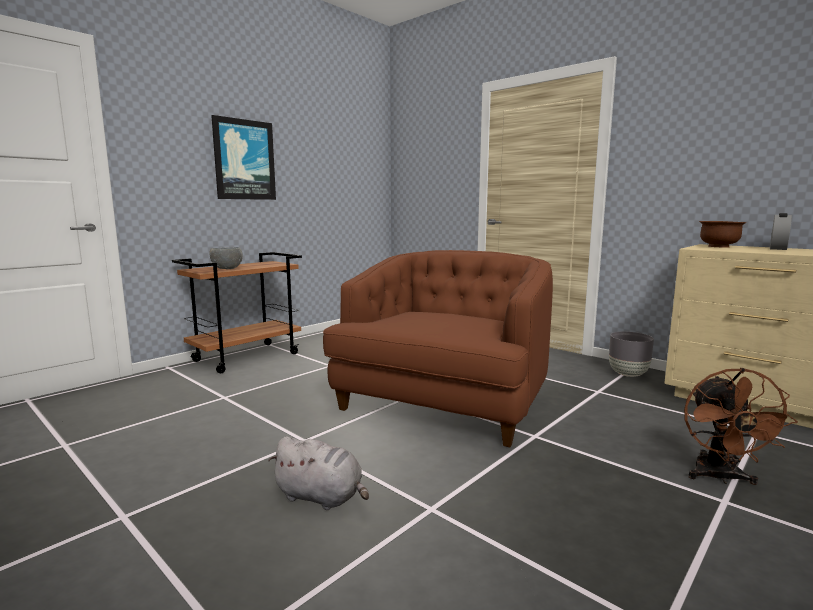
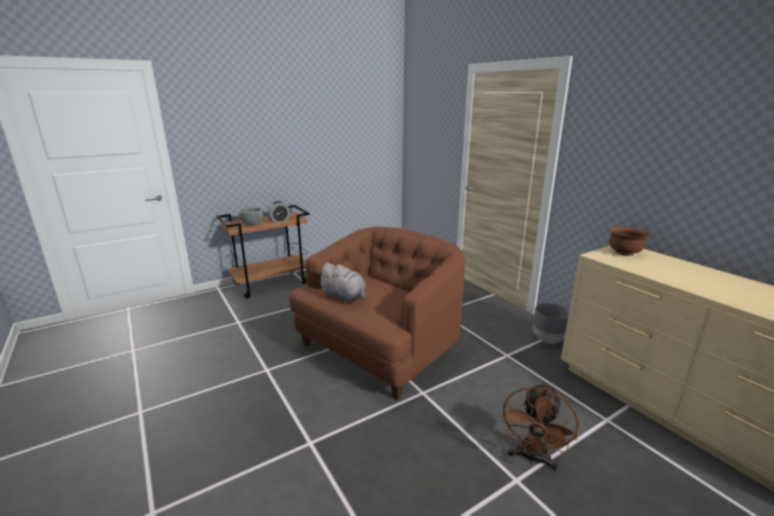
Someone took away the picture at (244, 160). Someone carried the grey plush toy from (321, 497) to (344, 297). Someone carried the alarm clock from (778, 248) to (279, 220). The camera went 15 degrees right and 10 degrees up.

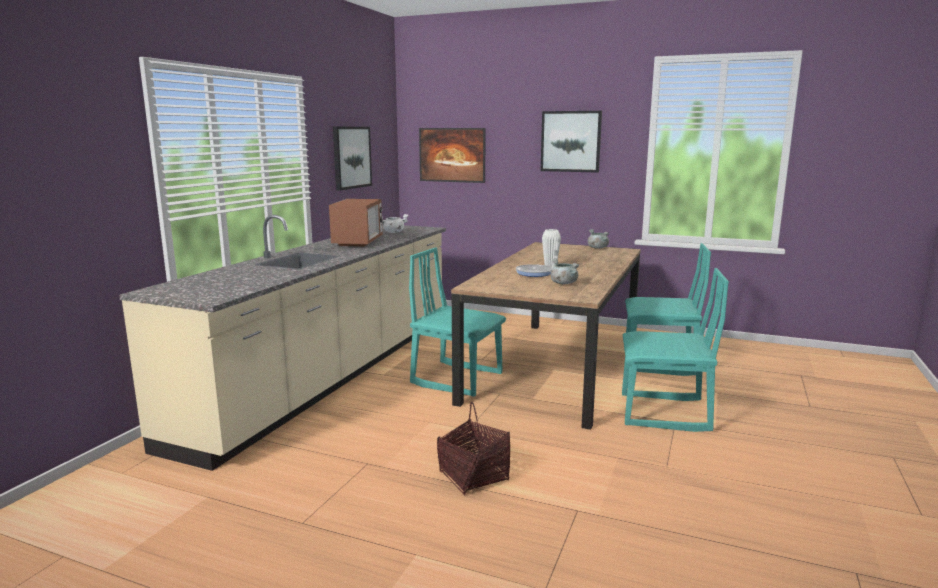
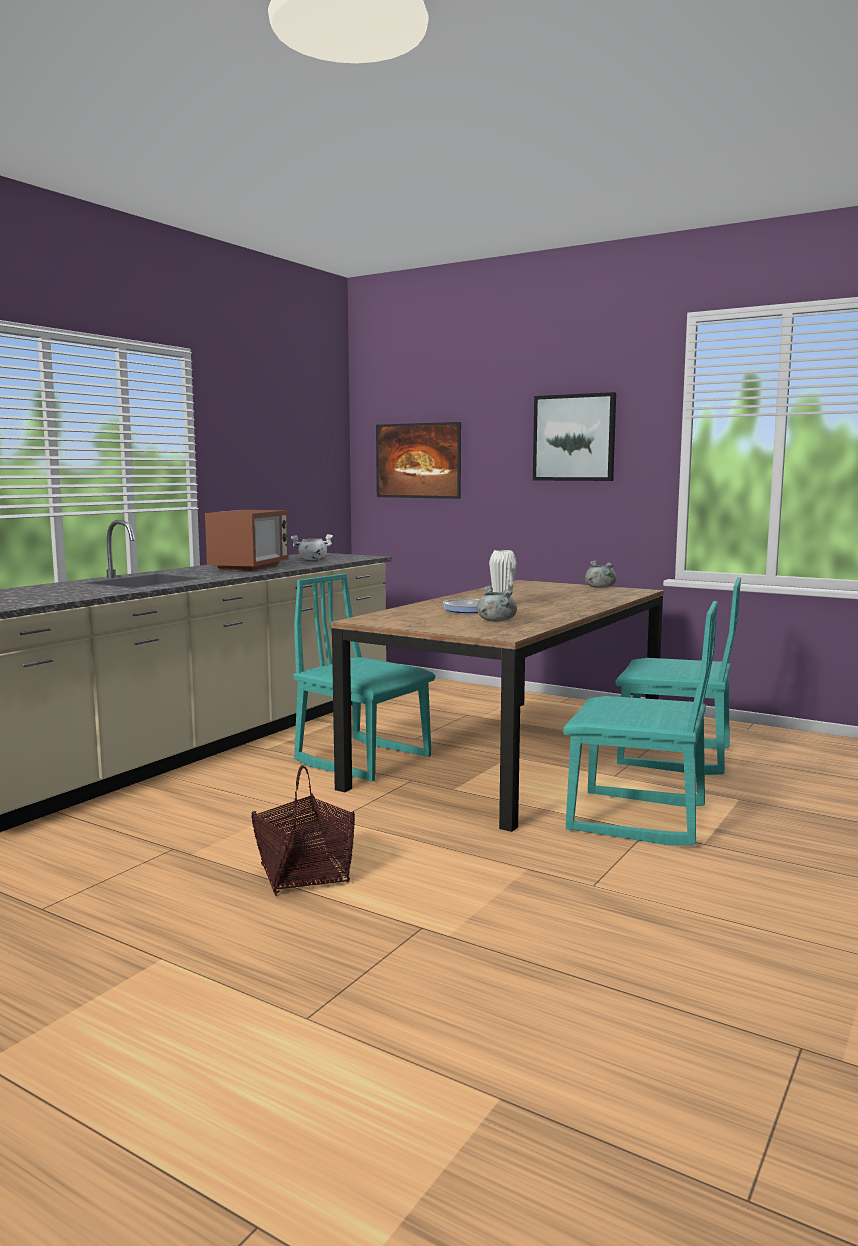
Someone took away the picture at (351, 157). The camera went 10 degrees right and 5 degrees down.

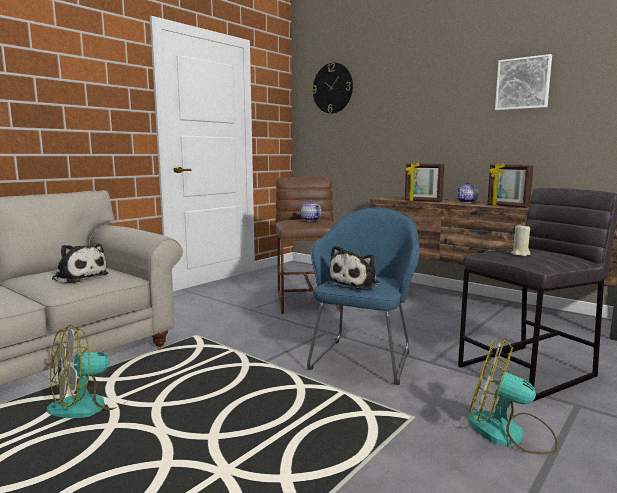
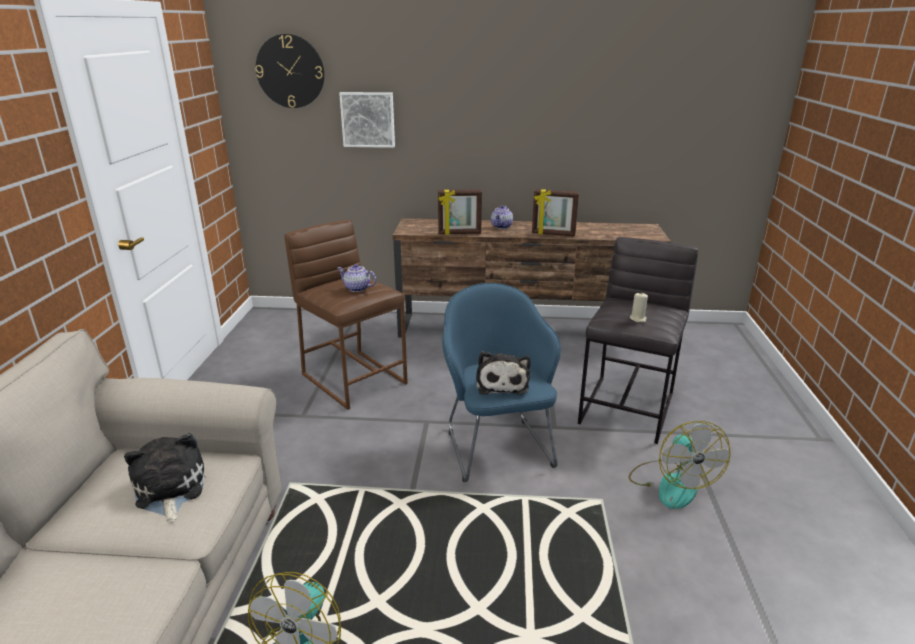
Someone rotated the plush toy at (79, 277) by 105 degrees counterclockwise. Someone rotated the fan at (509, 433) by 90 degrees counterclockwise. Someone carried the picture from (523, 83) to (368, 119). The camera went 35 degrees left and 15 degrees up.

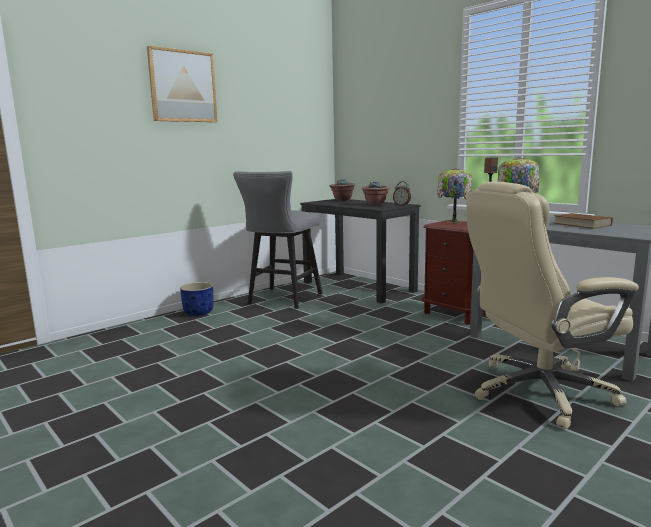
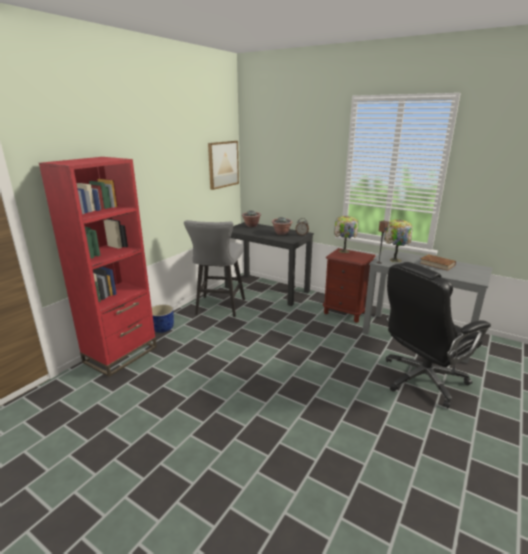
Someone carried the picture from (182, 86) to (223, 164). Someone repainted the beige office chair at (538, 392), which became the black office chair at (422, 379). Someone put down the red bookcase at (121, 355). The camera went 15 degrees left and 10 degrees up.

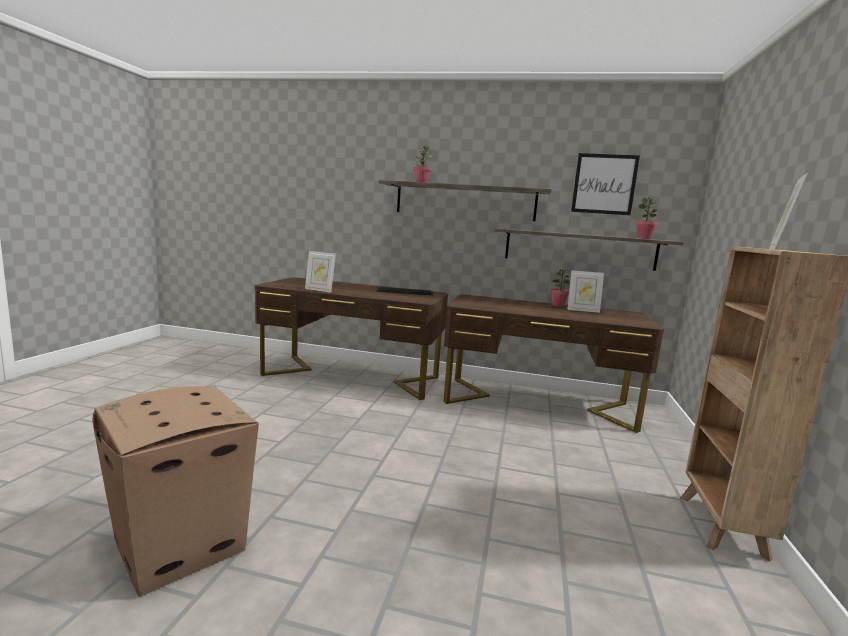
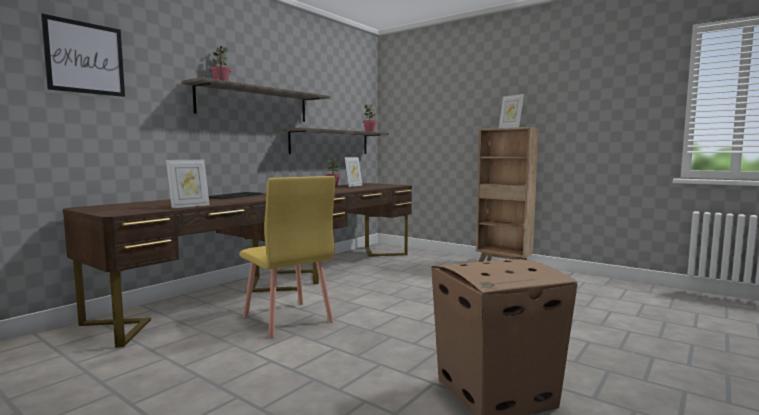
Someone carried the picture from (604, 184) to (85, 58). Someone put down the yellow chair at (287, 319). The camera went 65 degrees left and 5 degrees down.

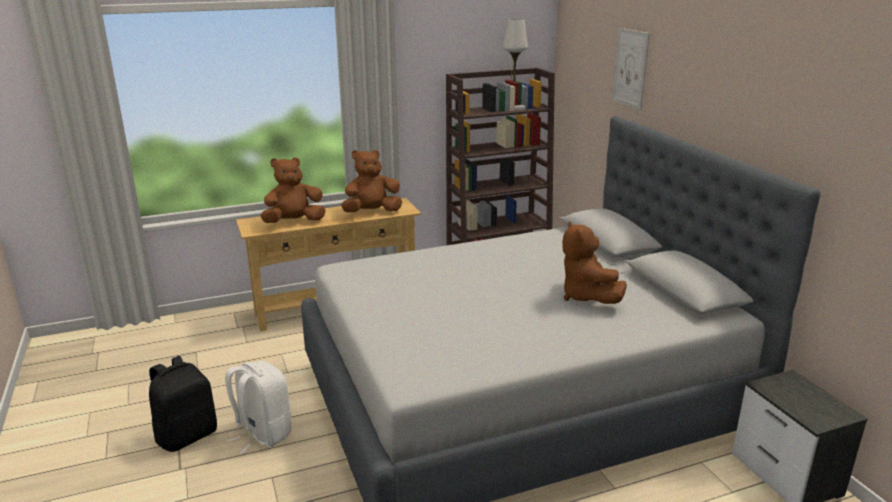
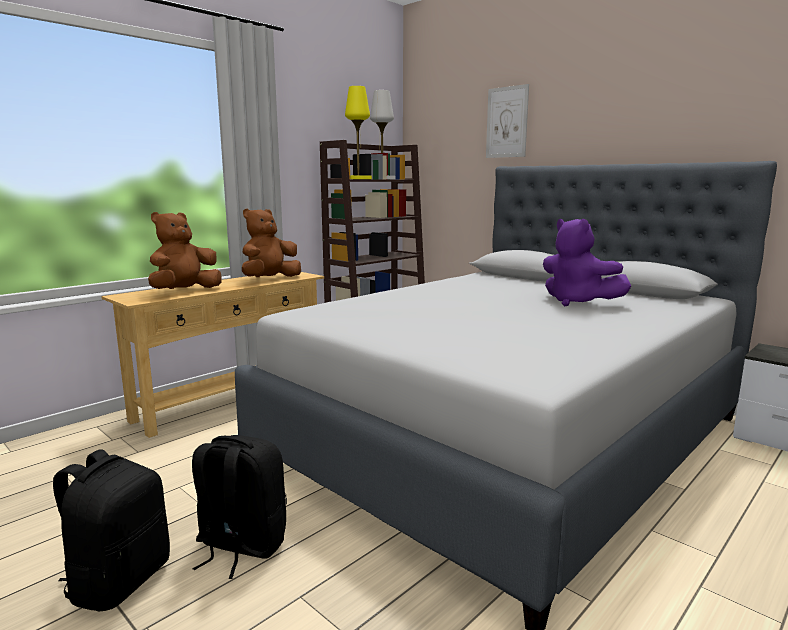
Someone repainted the white backpack at (262, 434), which became the black backpack at (240, 546). Someone repainted the brown plush toy at (586, 297), which became the purple plush toy at (577, 302). Someone put down the yellow table lamp at (358, 179). The camera went 25 degrees left and 10 degrees down.

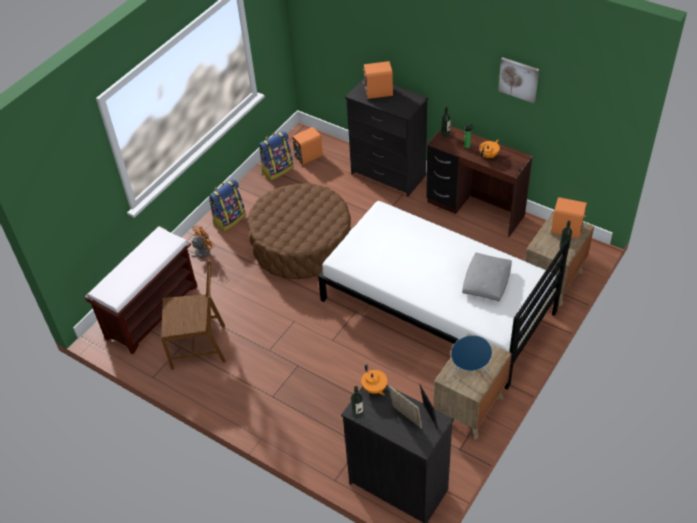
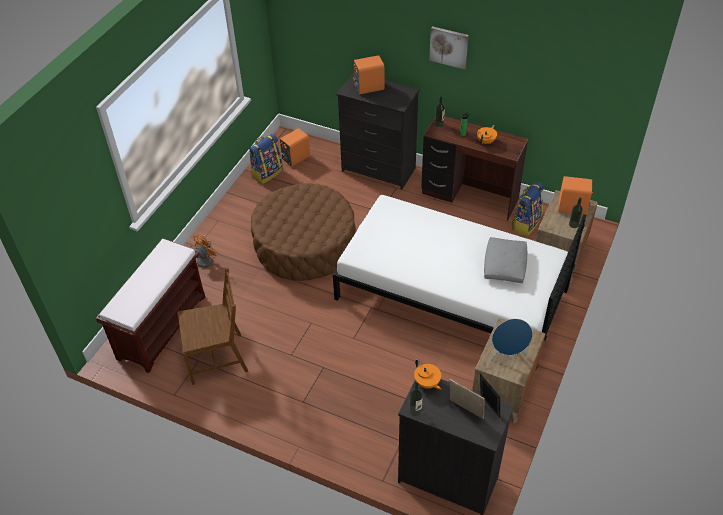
Someone carried the backpack from (229, 219) to (525, 223). Someone carried the picture from (519, 79) to (449, 47). The camera went 10 degrees left and 0 degrees up.

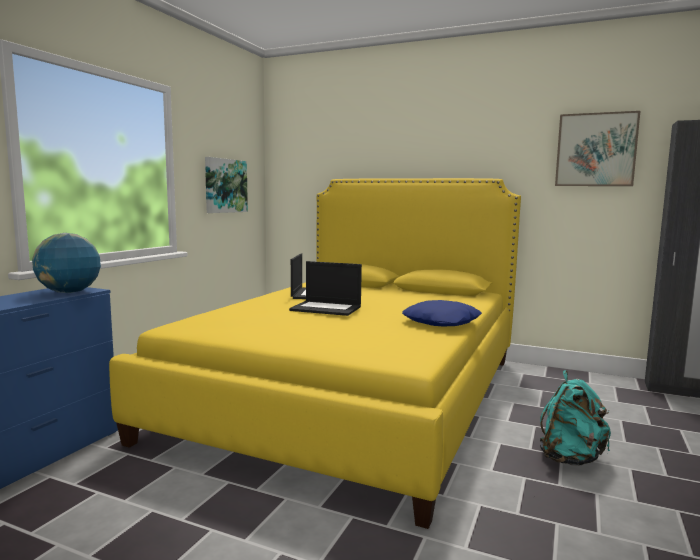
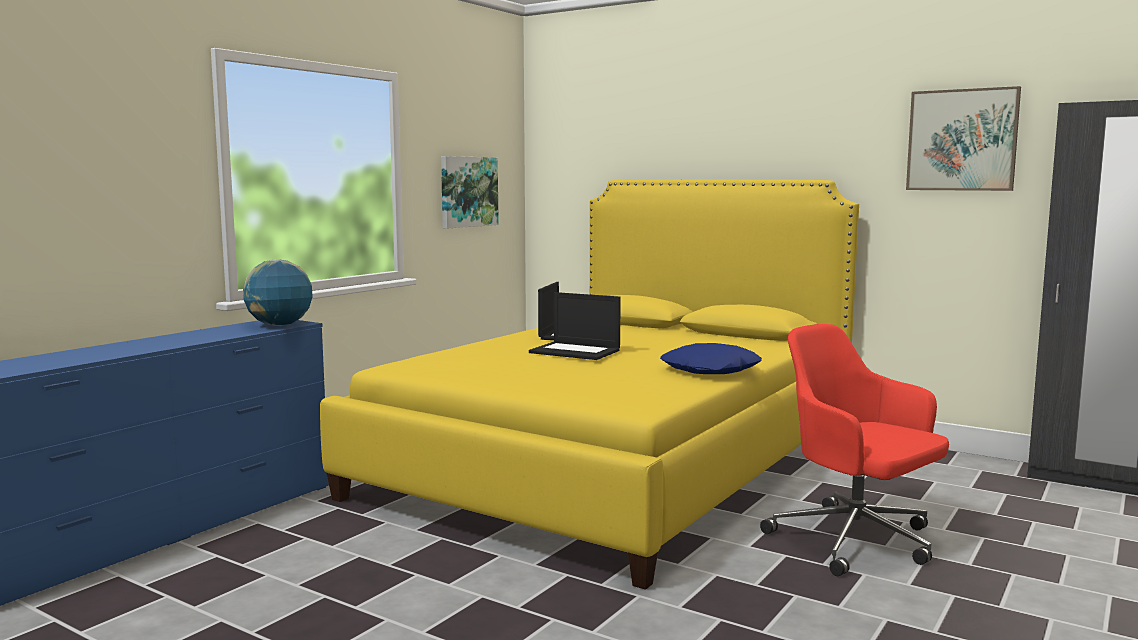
Someone swapped the turquoise backpack at (570, 458) for the red office chair at (856, 541). The camera went 10 degrees right and 0 degrees up.

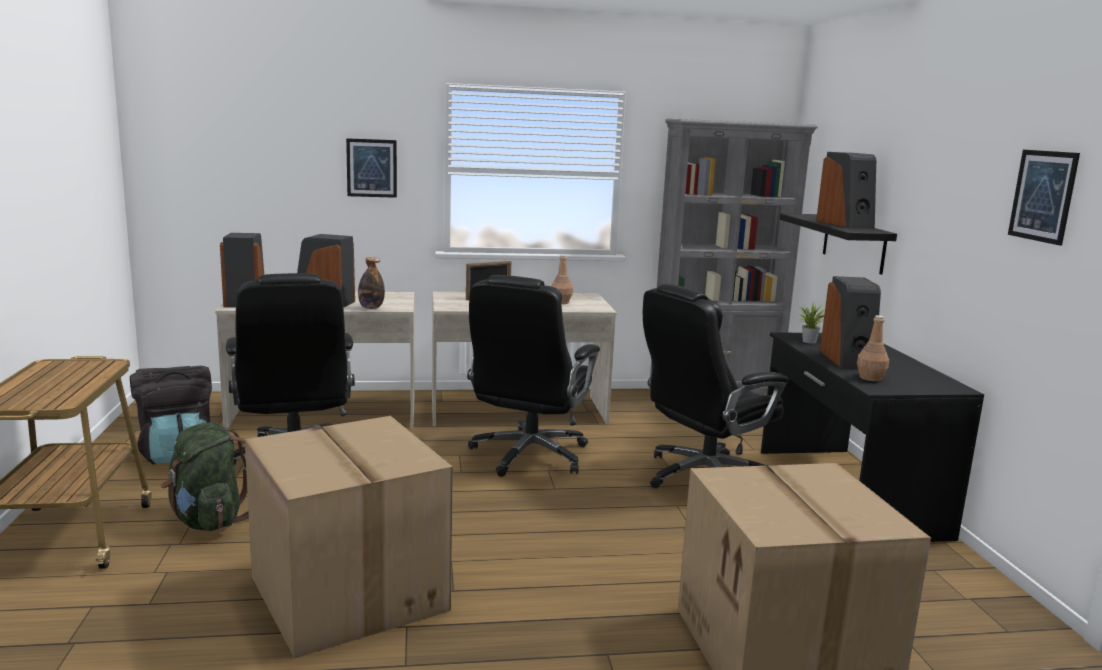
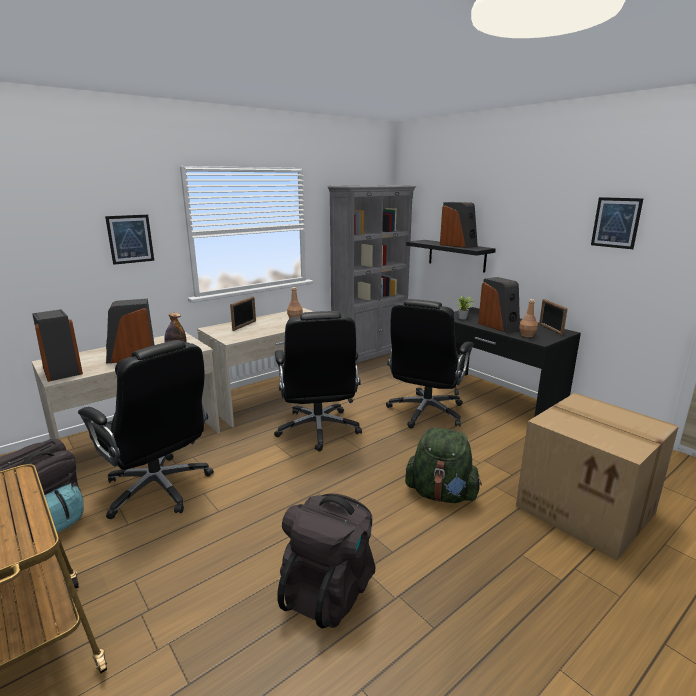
Someone carried the green backpack from (209, 520) to (441, 494). Someone swapped the cardboard box at (345, 593) for the black backpack at (329, 589). Someone put down the picture frame at (550, 329). The camera went 30 degrees left and 5 degrees up.

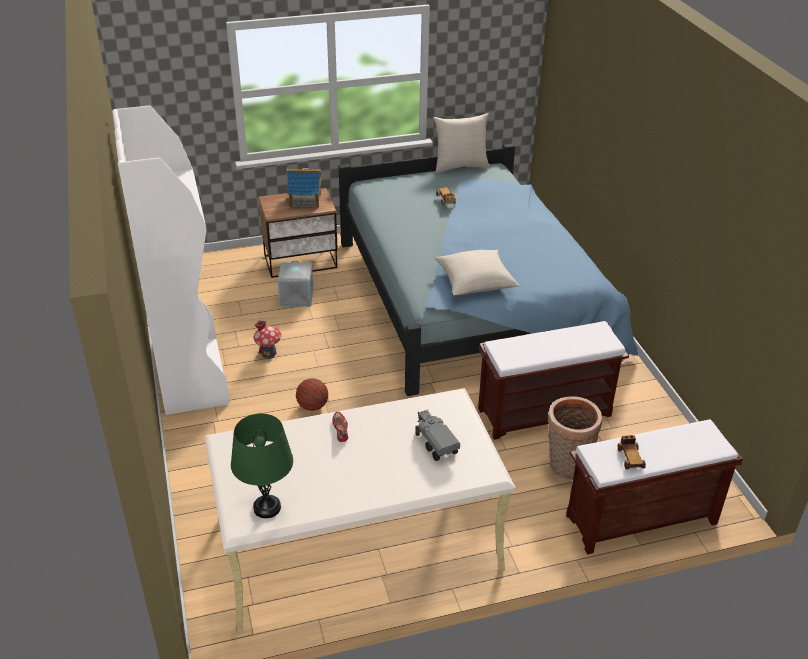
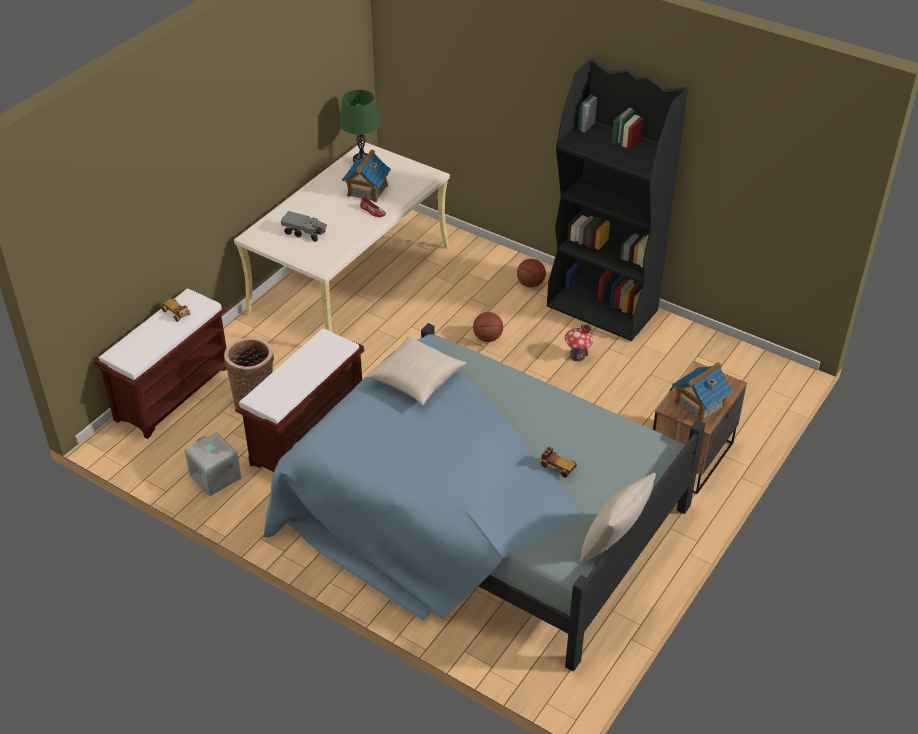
Someone repainted the white bookcase at (191, 376), which became the black bookcase at (603, 308). Someone carried the grey storage box from (297, 297) to (214, 477). Someone put down the toy house at (367, 190). Someone put down the basketball at (530, 284). The camera went 140 degrees right and 5 degrees up.

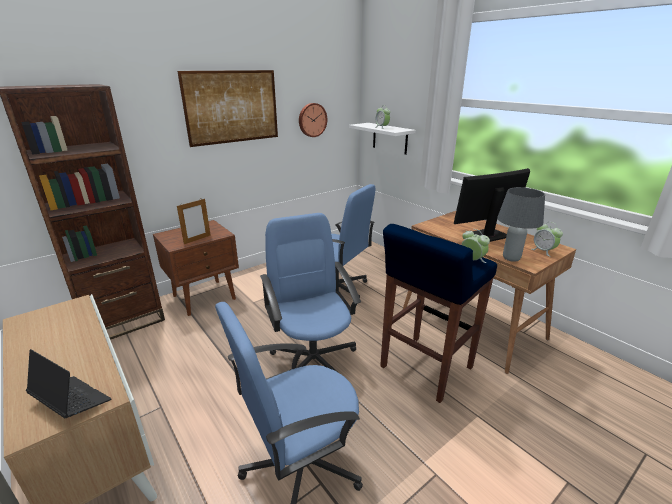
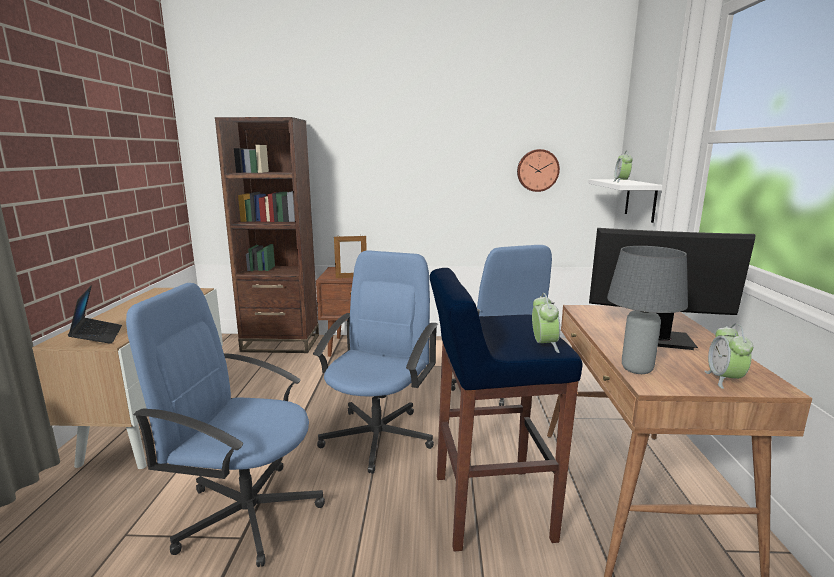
Someone took away the picture at (232, 107). The camera went 40 degrees right and 10 degrees down.

